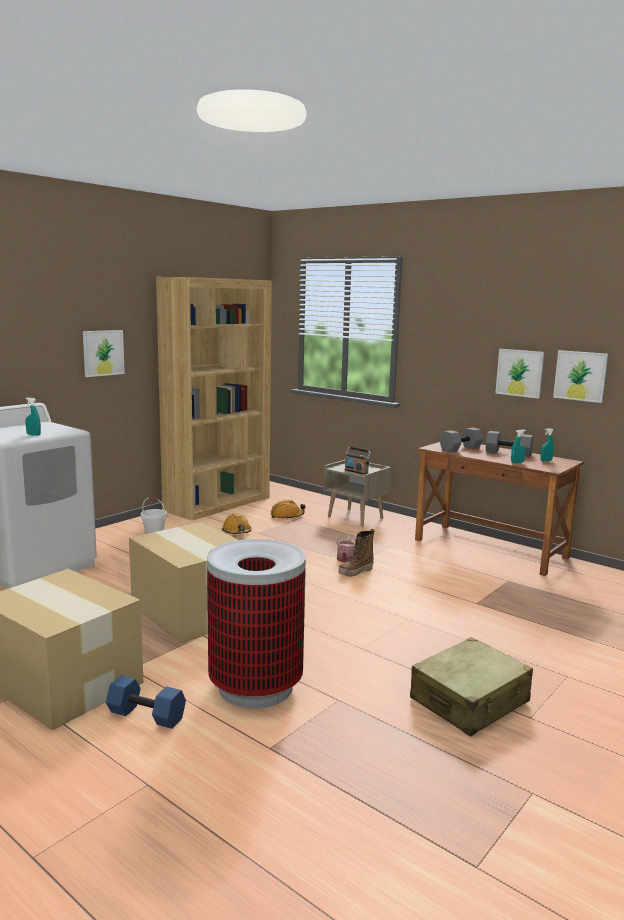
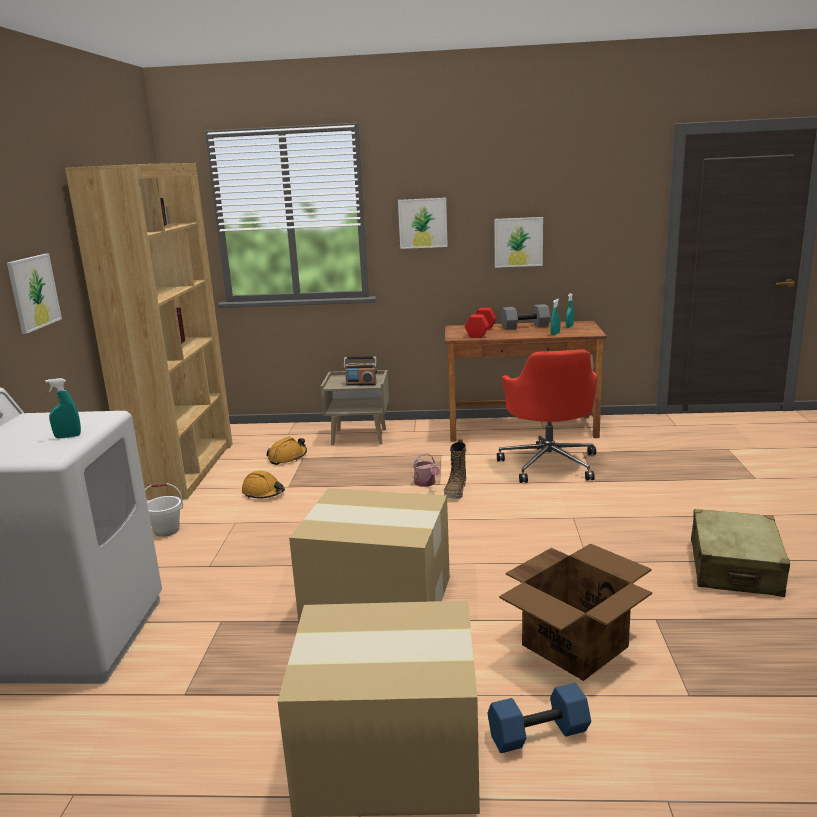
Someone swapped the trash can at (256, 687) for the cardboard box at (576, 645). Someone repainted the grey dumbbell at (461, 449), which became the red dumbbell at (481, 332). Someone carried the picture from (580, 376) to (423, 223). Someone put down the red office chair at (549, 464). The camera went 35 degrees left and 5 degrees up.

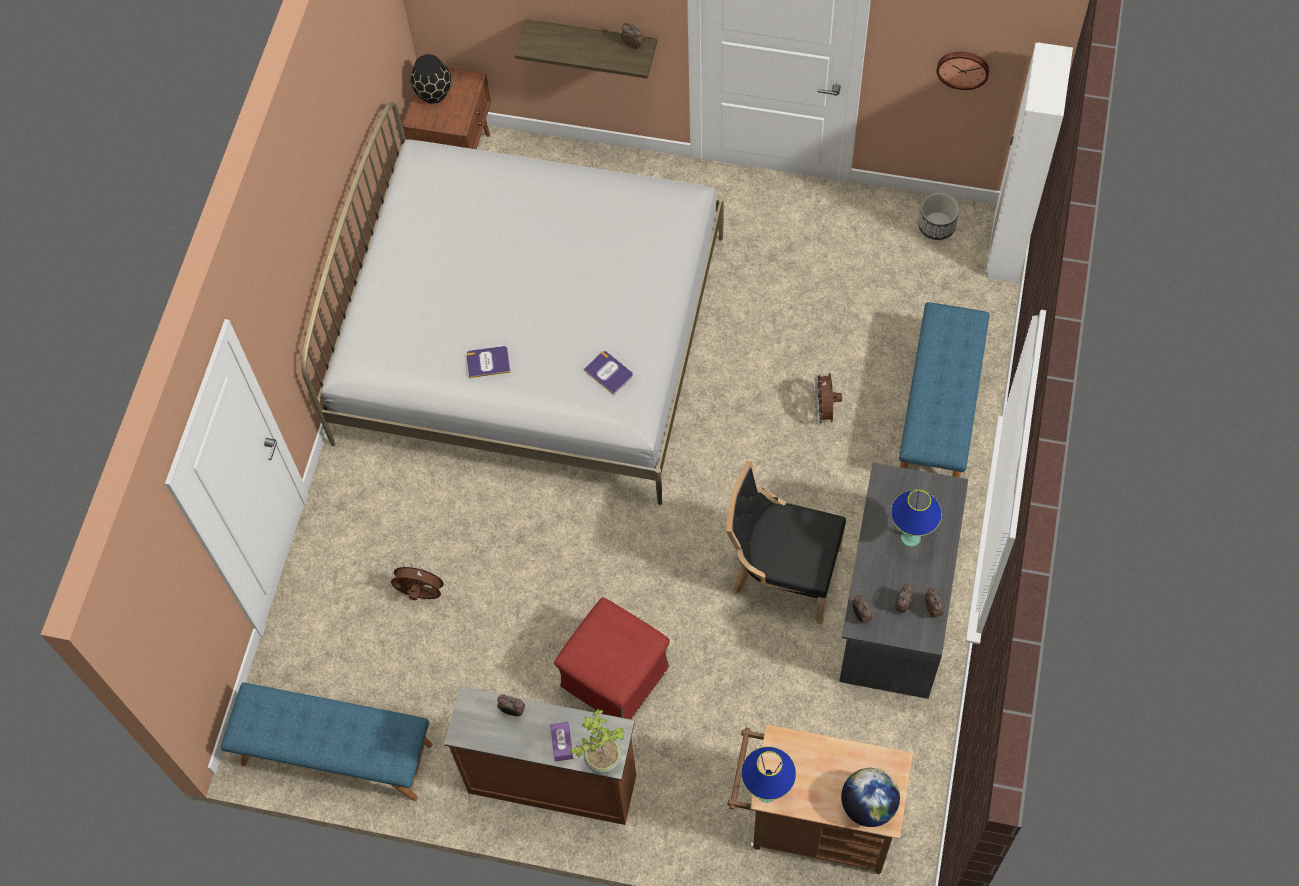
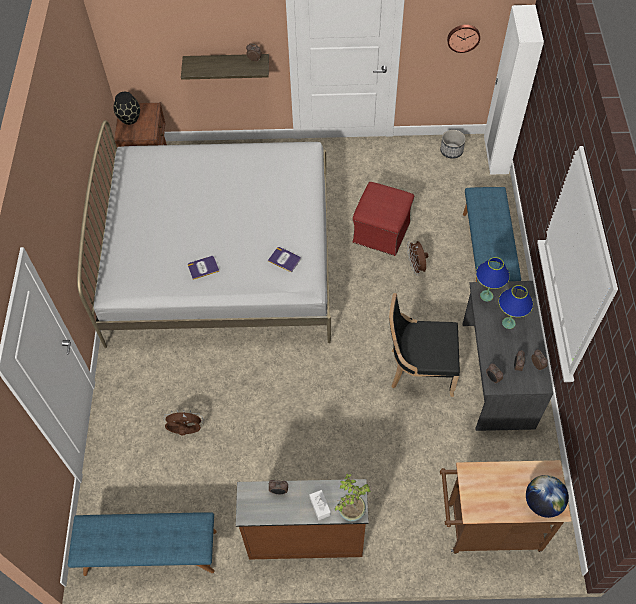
Someone repainted the purple tissue box at (562, 743), which became the white tissue box at (320, 506). Someone carried the red ottoman from (615, 675) to (381, 231). Someone carried the blue table lamp from (766, 791) to (486, 295). The camera went 15 degrees left and 5 degrees down.

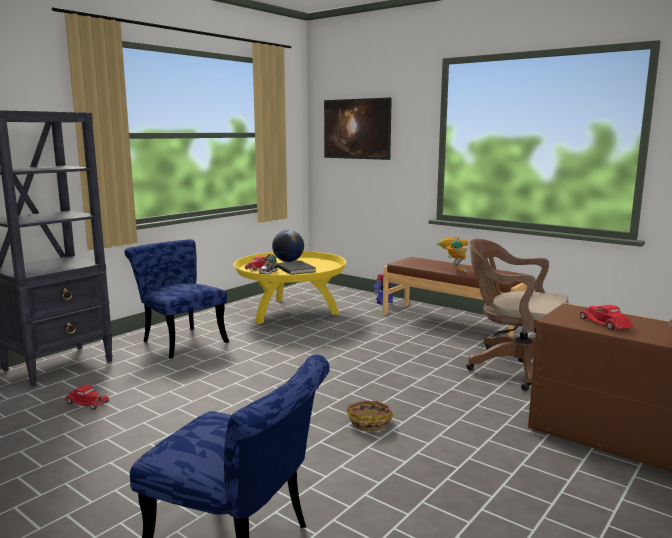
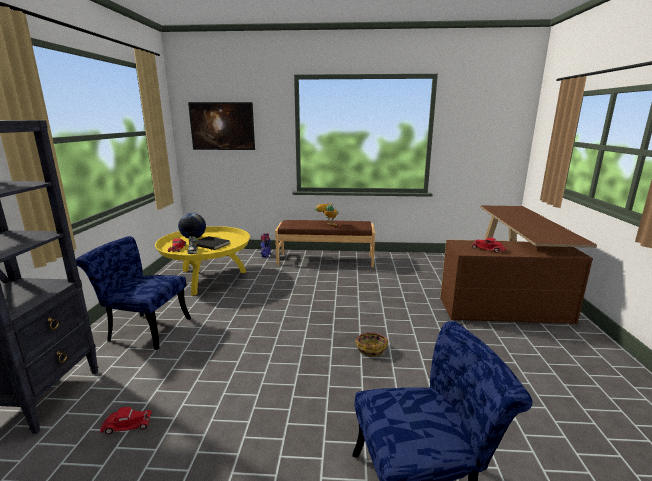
Someone took away the brown office chair at (514, 367). The camera went 35 degrees left and 5 degrees up.

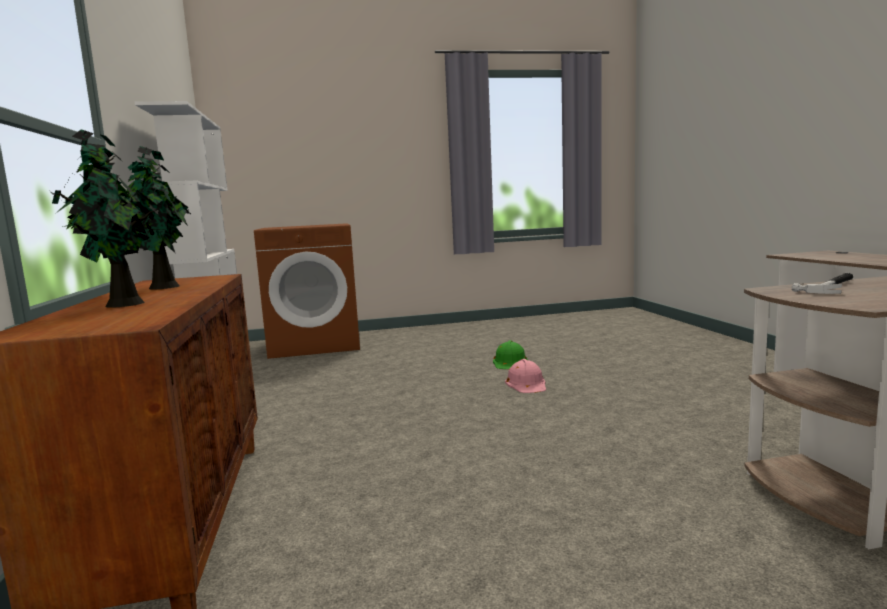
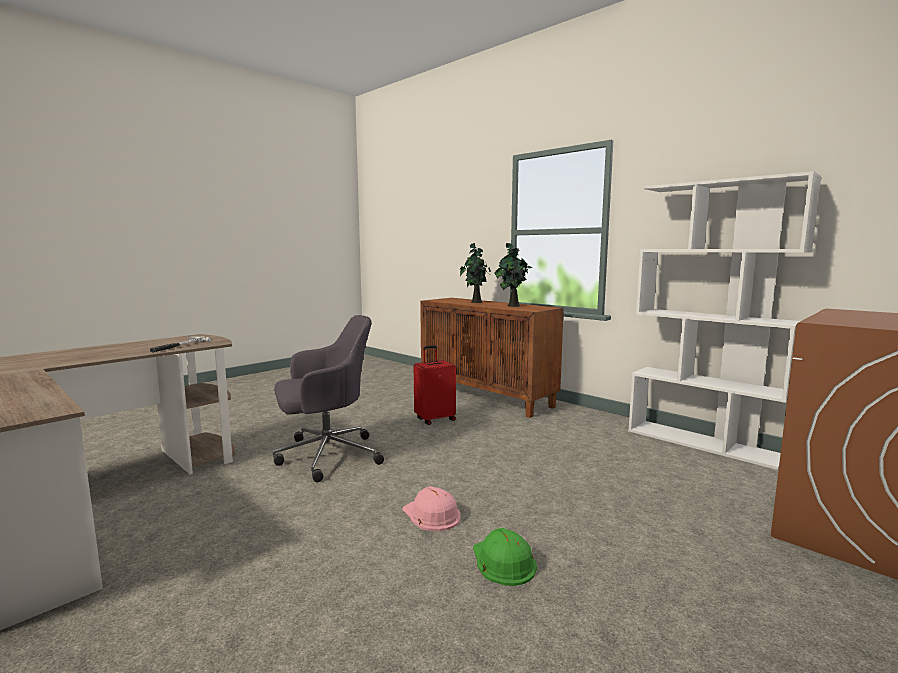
Someone put down the grey office chair at (326, 456). Someone put down the red suitcase at (435, 419). The camera went 145 degrees right and 0 degrees up.

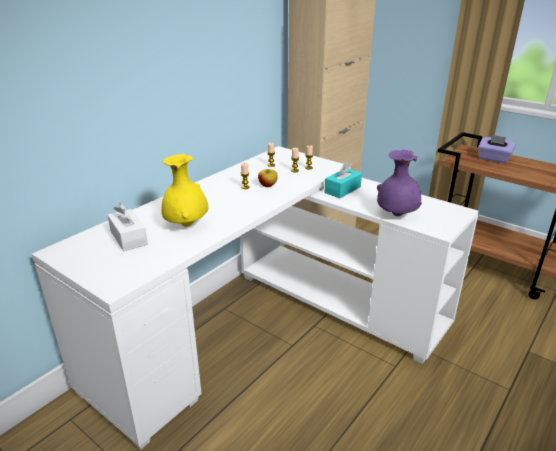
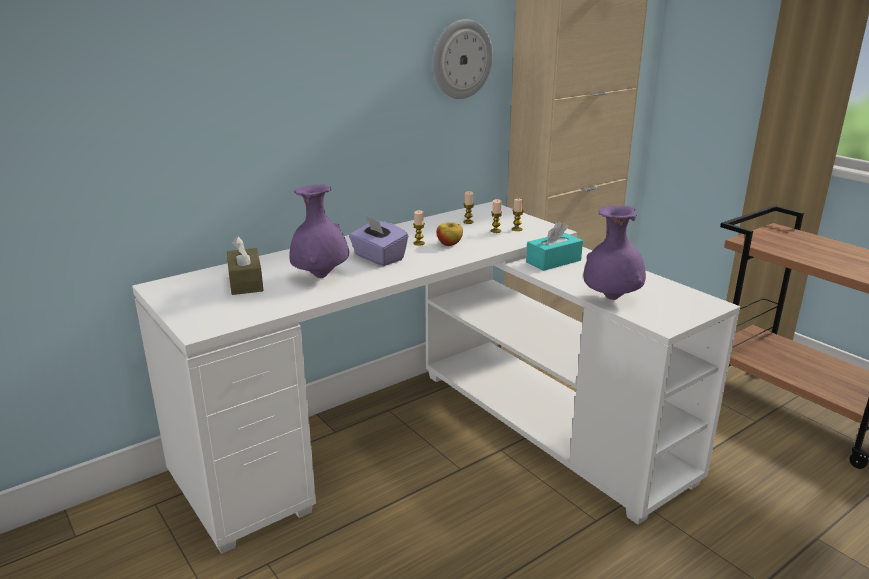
Someone repainted the white tissue box at (128, 238), which became the brown tissue box at (246, 282). Someone repainted the yellow vase at (186, 225), which became the purple vase at (320, 276). Someone carried the purple tissue box from (493, 159) to (378, 258). Someone put up the wall clock at (461, 59). The camera went 15 degrees right and 5 degrees down.

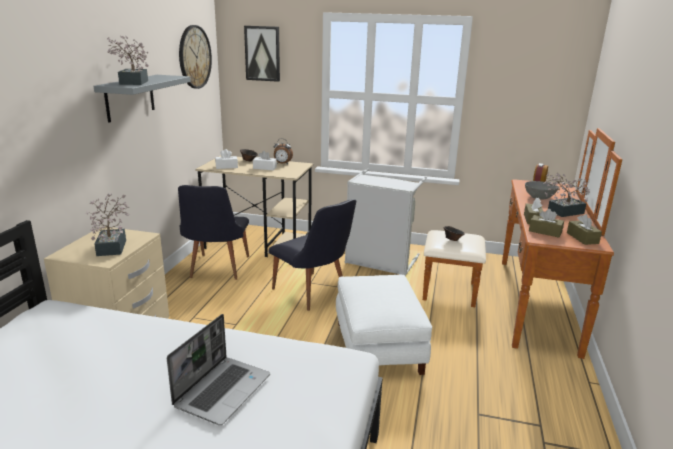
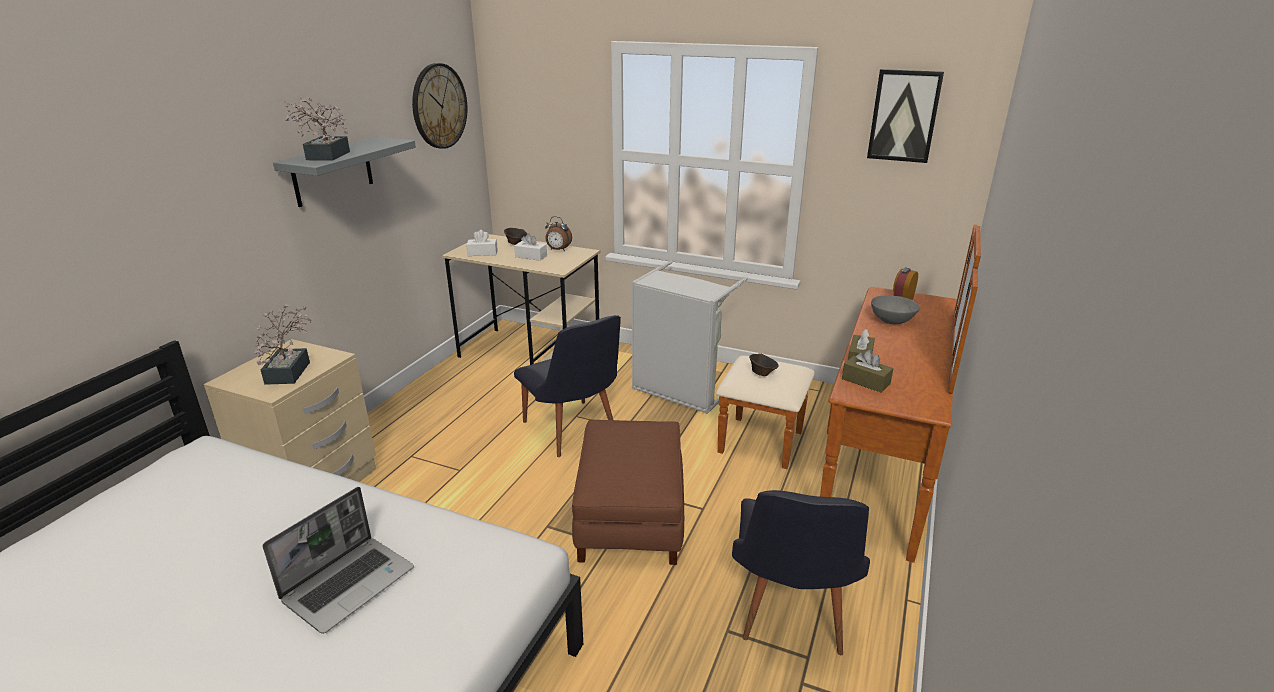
Someone carried the black chair from (217, 269) to (790, 615). Someone carried the picture from (262, 53) to (904, 116). Someone repainted the white ottoman at (379, 347), which became the brown ottoman at (631, 518). Someone took away the potted plant at (562, 212). Someone took away the brown tissue box at (582, 238). The camera went 10 degrees right and 5 degrees up.

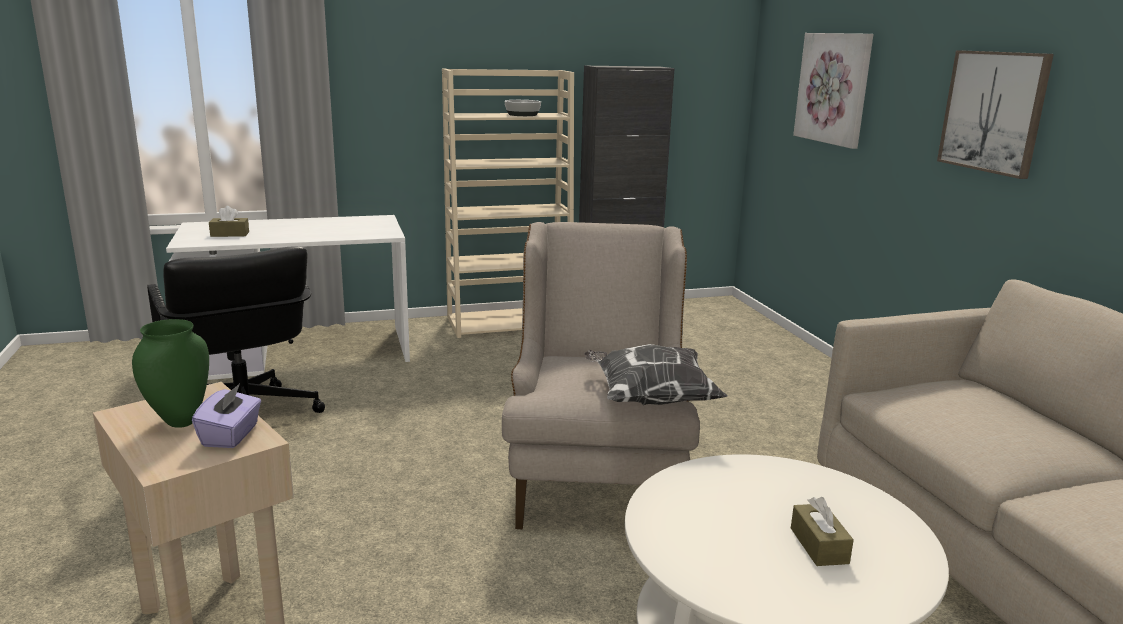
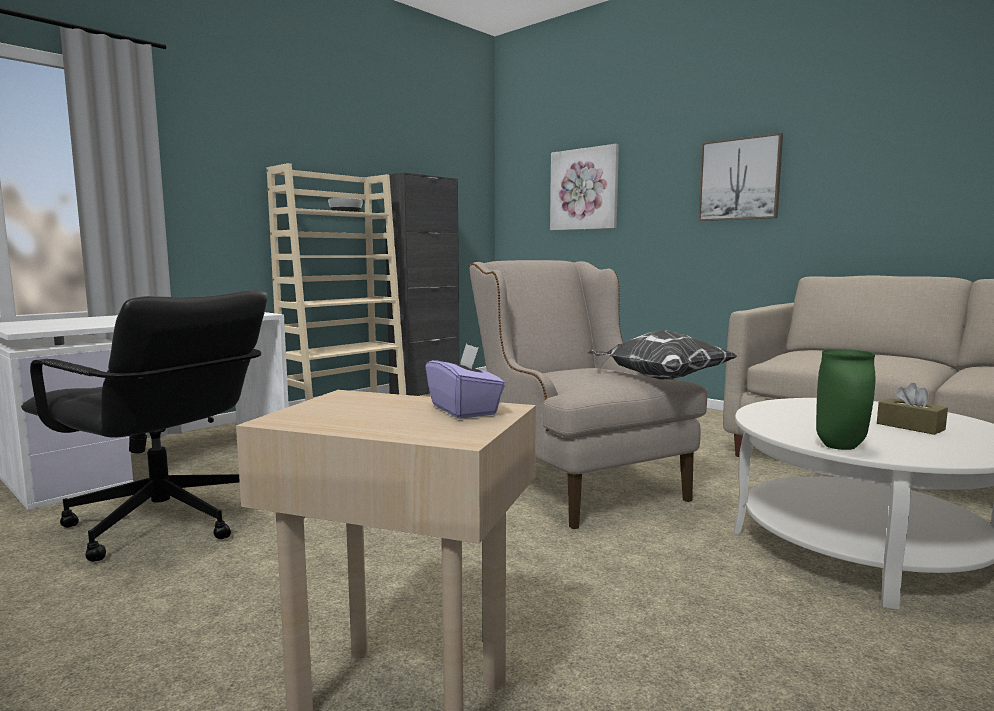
Someone carried the green vase from (180, 422) to (841, 447). Someone took away the brown tissue box at (230, 234). The camera went 30 degrees left and 10 degrees down.

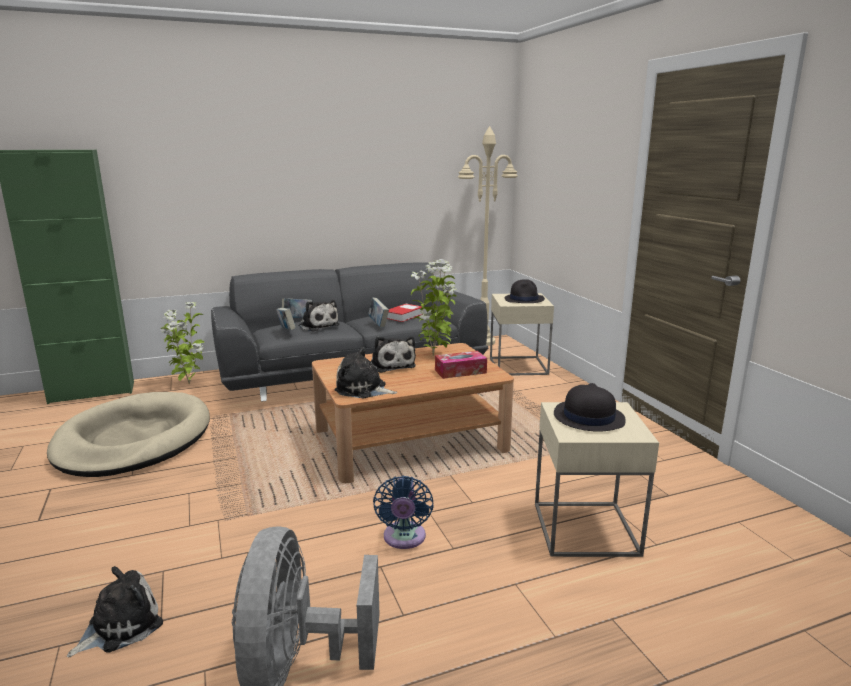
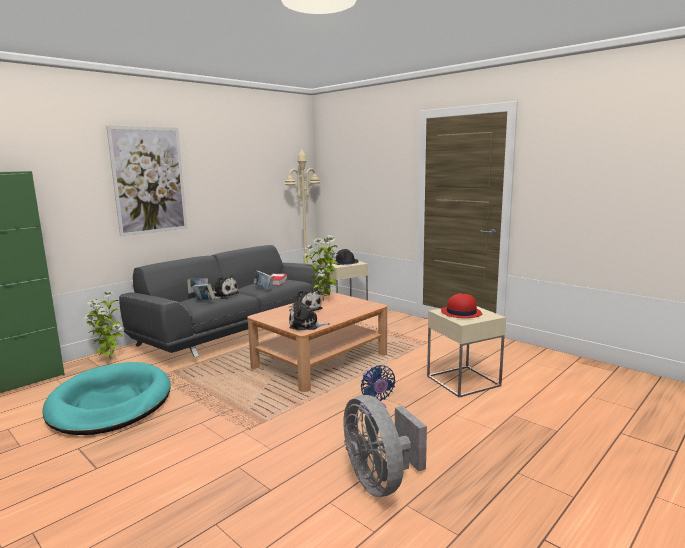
Someone repainted the beige dog bed at (134, 440), which became the turquoise dog bed at (110, 403). Someone took away the plush toy at (120, 625). Someone took away the tissue box at (460, 371). Someone repainted the black hat at (588, 417), which became the red hat at (461, 313). Someone put up the picture at (149, 180). The camera went 25 degrees left and 5 degrees down.

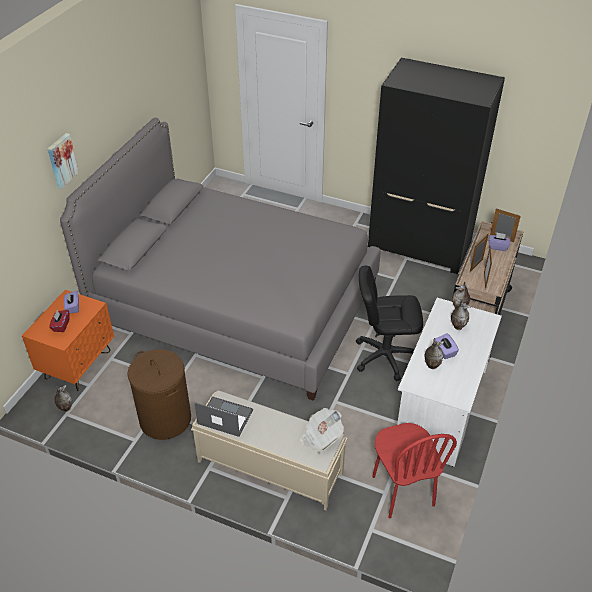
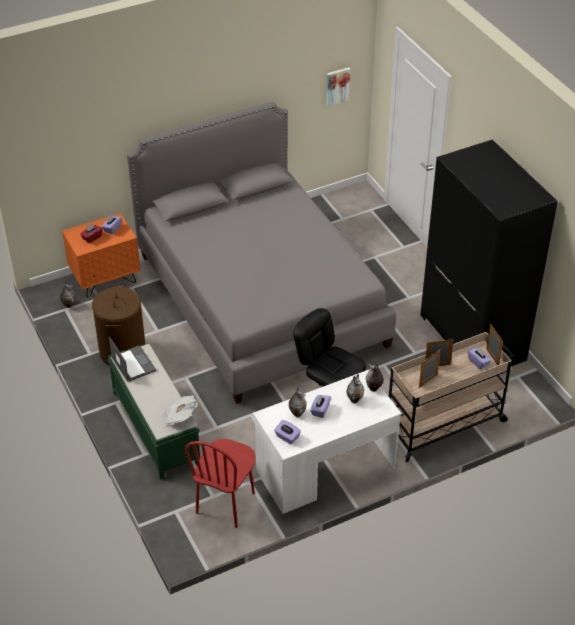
Someone carried the picture from (61, 160) to (337, 86). Someone repainted the beige bench at (269, 466), which became the green bench at (155, 427). Someone put down the purple tissue box at (287, 437). The camera went 40 degrees right and 0 degrees up.

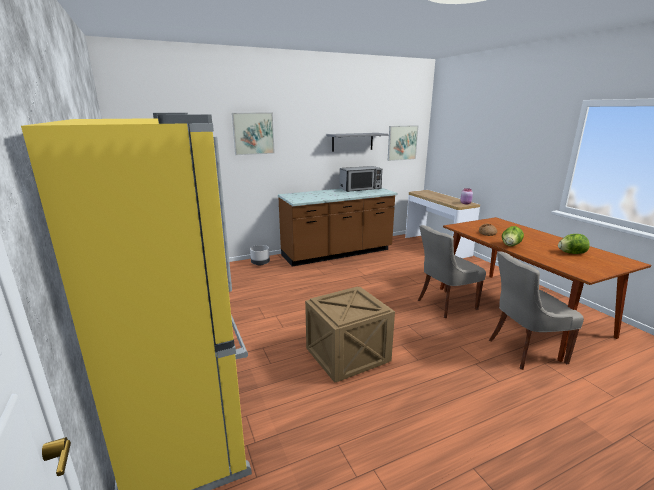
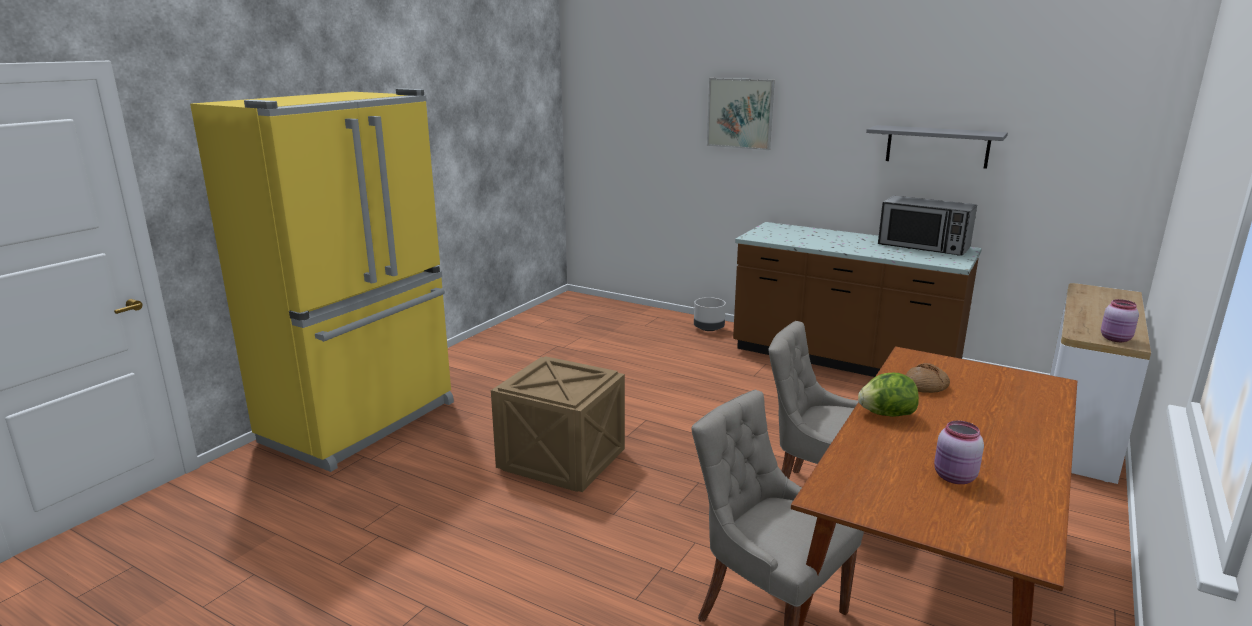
Someone took away the picture at (402, 143). Someone swapped the lettuce at (571, 253) for the pink jar at (954, 478). The camera went 55 degrees right and 0 degrees up.

